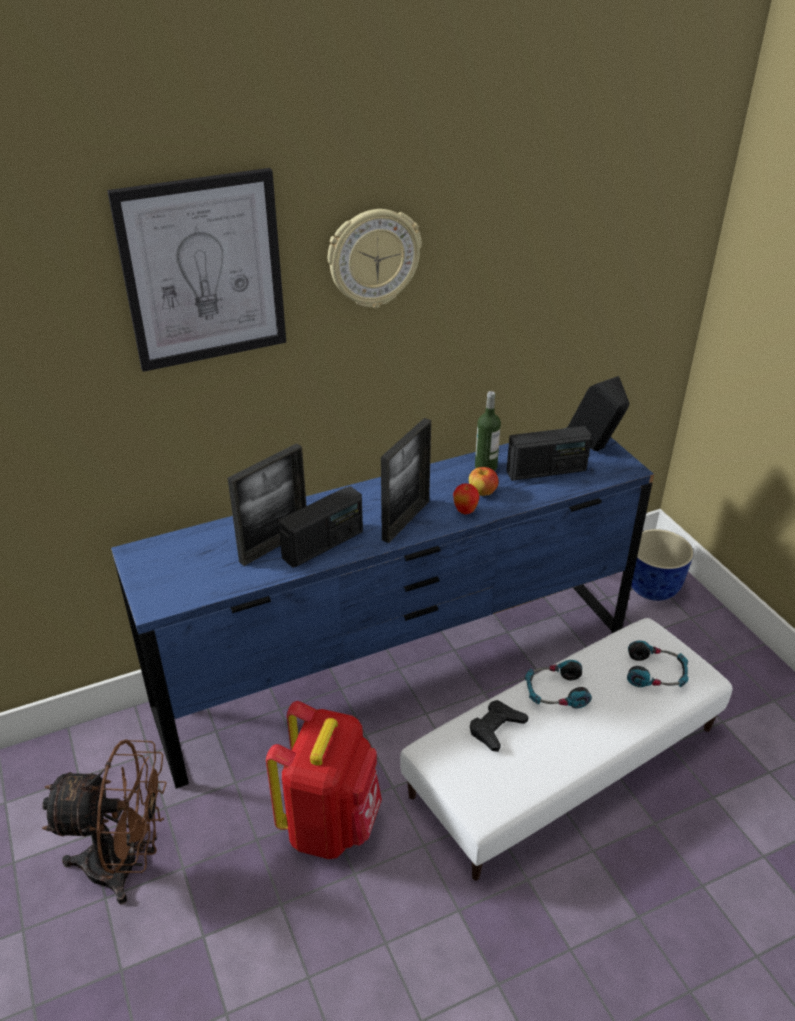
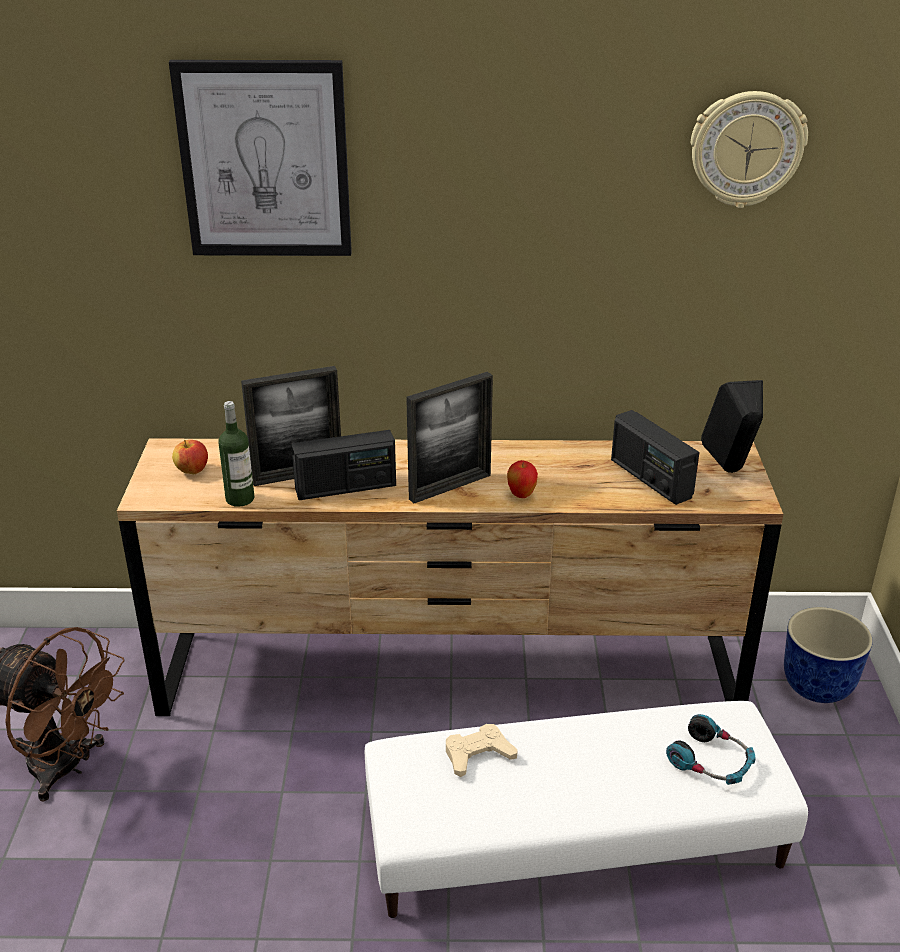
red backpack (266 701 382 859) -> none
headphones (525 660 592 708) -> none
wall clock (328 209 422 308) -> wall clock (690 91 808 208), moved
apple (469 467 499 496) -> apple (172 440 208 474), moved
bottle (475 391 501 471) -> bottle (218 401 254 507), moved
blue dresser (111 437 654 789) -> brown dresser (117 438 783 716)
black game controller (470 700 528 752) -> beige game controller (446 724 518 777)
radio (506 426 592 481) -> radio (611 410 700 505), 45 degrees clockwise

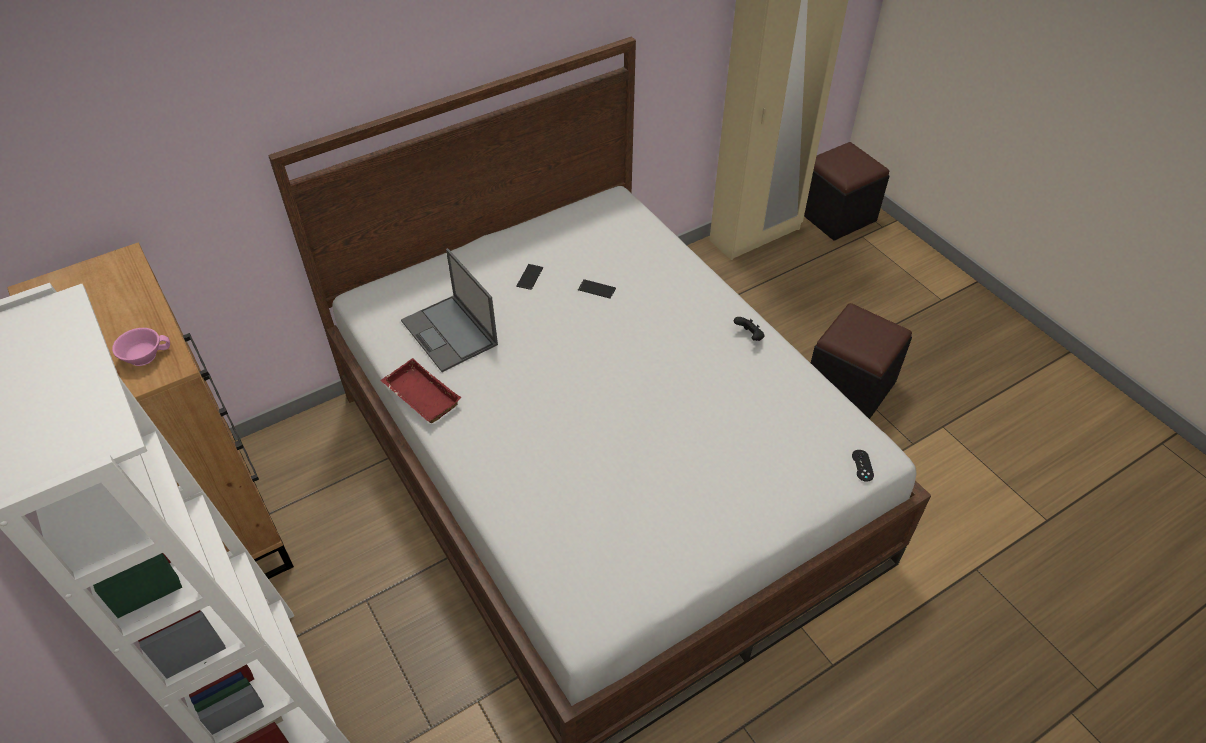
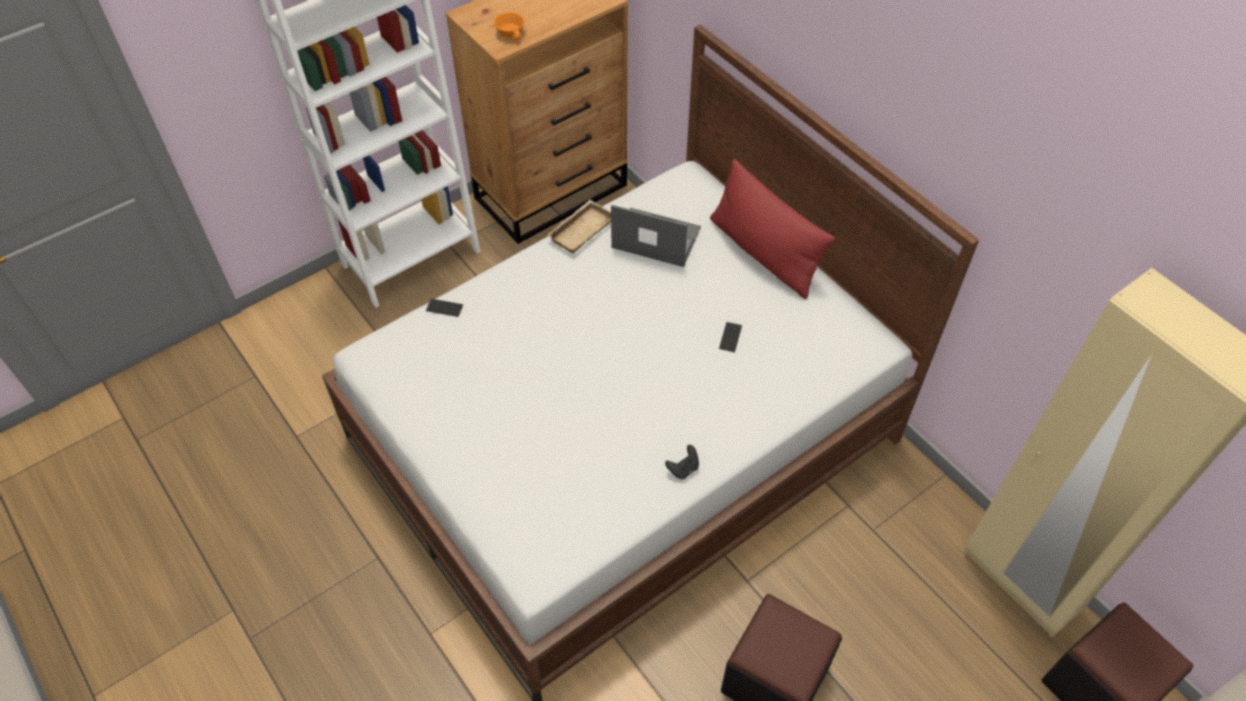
black game controller (852 450 874 482) -> none
none -> red pillow (710 159 835 299)
phone (516 264 543 290) -> phone (426 299 463 317), moved
pink cup (112 328 170 366) -> orange cup (494 12 525 41)
red tray (381 358 461 423) -> beige tray (547 200 611 253)
laptop (401 248 498 372) -> laptop (611 205 701 267), 60 degrees clockwise

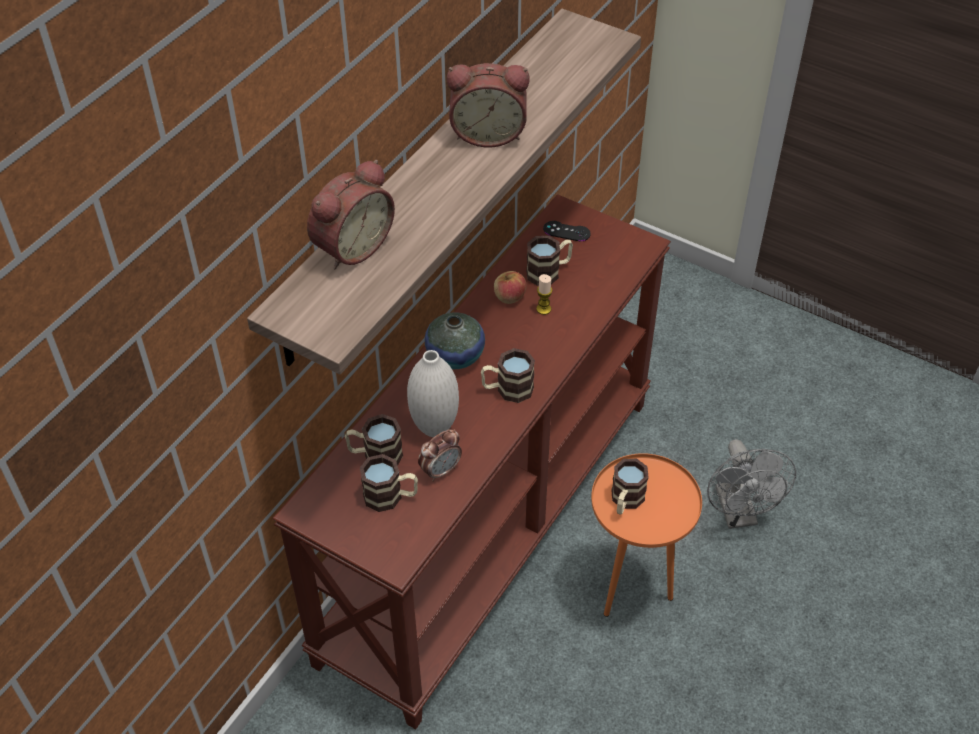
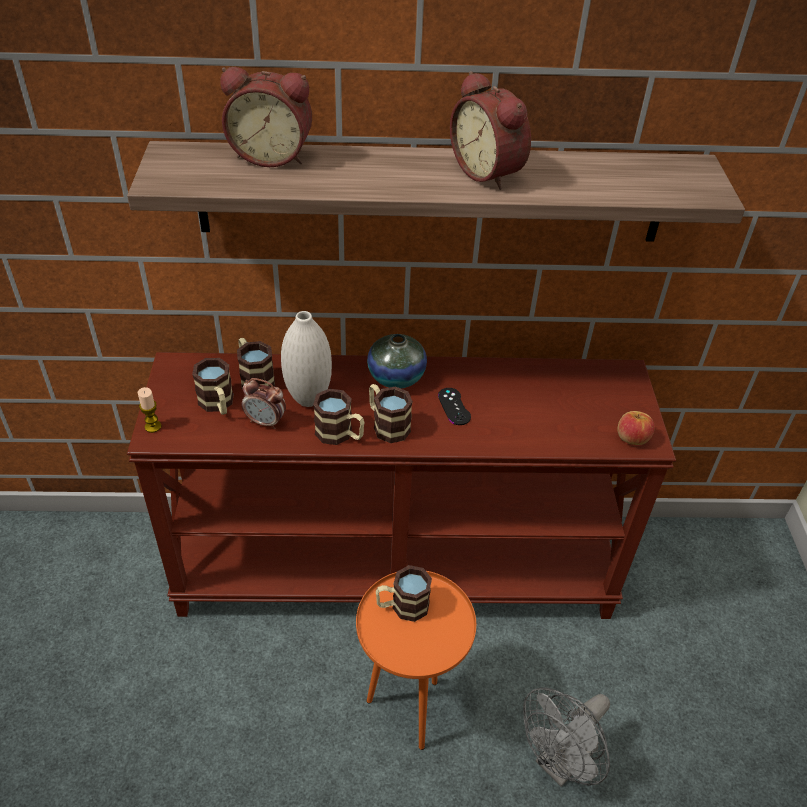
apple (494 271 527 304) -> apple (617 411 655 445), moved
mug (526 236 573 286) -> mug (313 389 365 445), moved
candle (536 274 552 315) -> candle (138 387 162 433), moved
black game controller (543 221 591 241) -> black game controller (438 388 471 425), moved

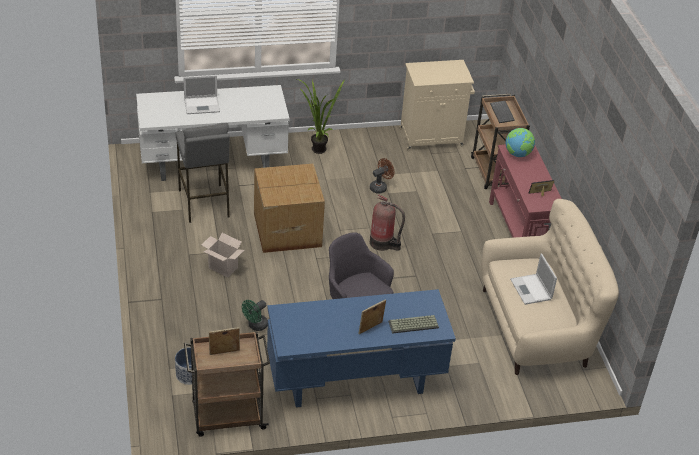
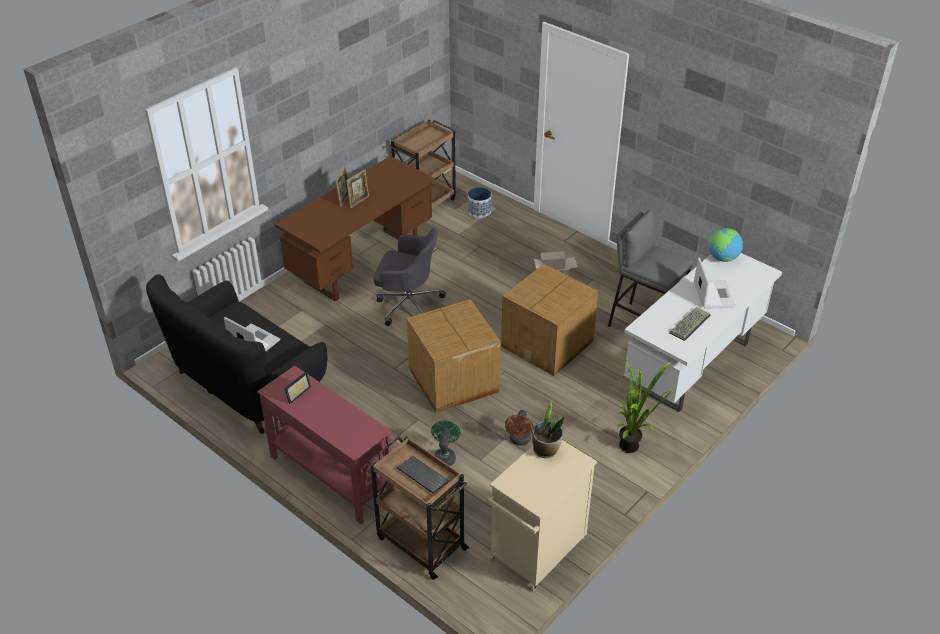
none -> potted plant (532 402 565 458)
picture frame (209 327 240 355) -> picture frame (346 169 369 208), moved
green fan (242 300 268 331) -> green fan (431 421 460 466), moved
keyboard (388 315 439 334) -> keyboard (669 307 711 341), moved
globe (506 128 535 157) -> globe (708 228 743 262), moved
fire extinguisher (370 194 405 251) -> cardboard box (407 299 501 413)
blue desk (267 289 456 408) -> brown desk (275 156 435 302)
beige sofa (481 199 619 375) -> black sofa (146 274 327 434)
laptop (183 75 220 114) -> laptop (694 258 736 309), 135 degrees clockwise

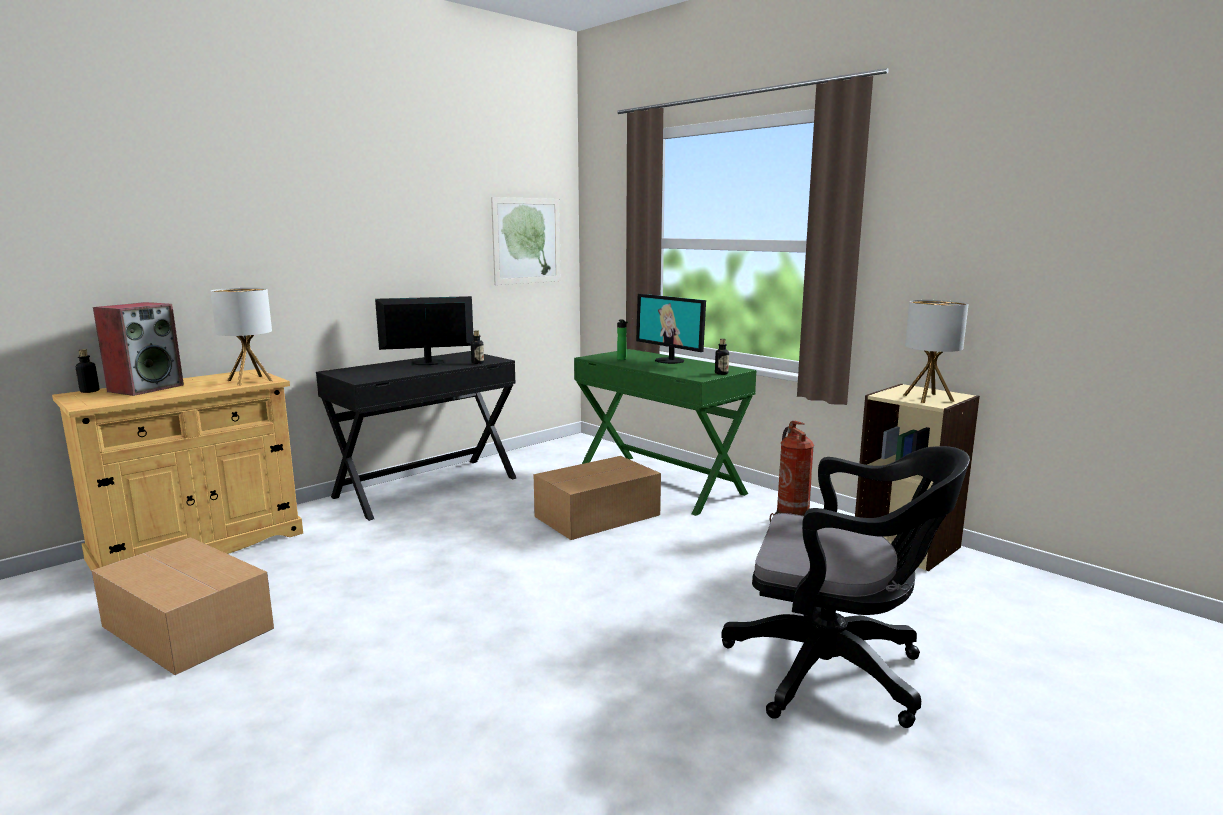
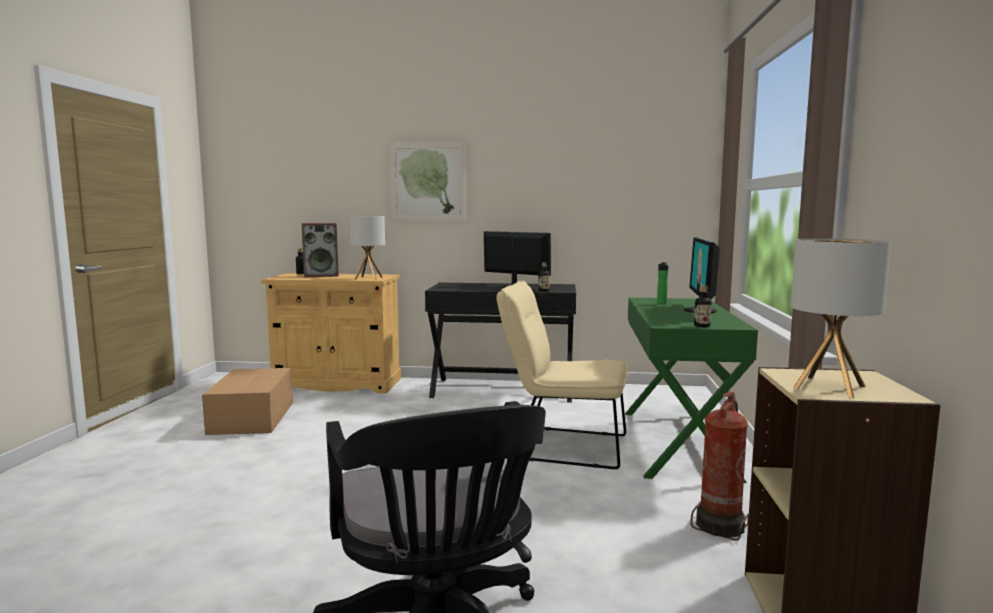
picture (491 197 561 285) -> picture (390 142 466 220), moved
cardboard box (533 456 661 540) -> beige chair (497 280 628 469)

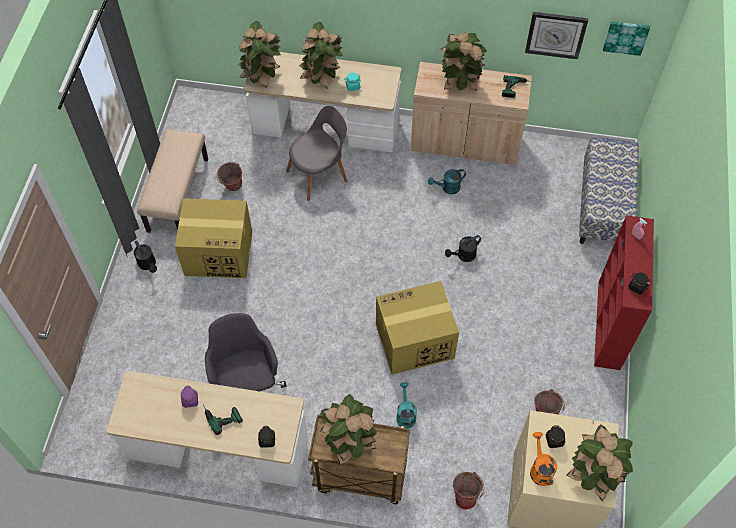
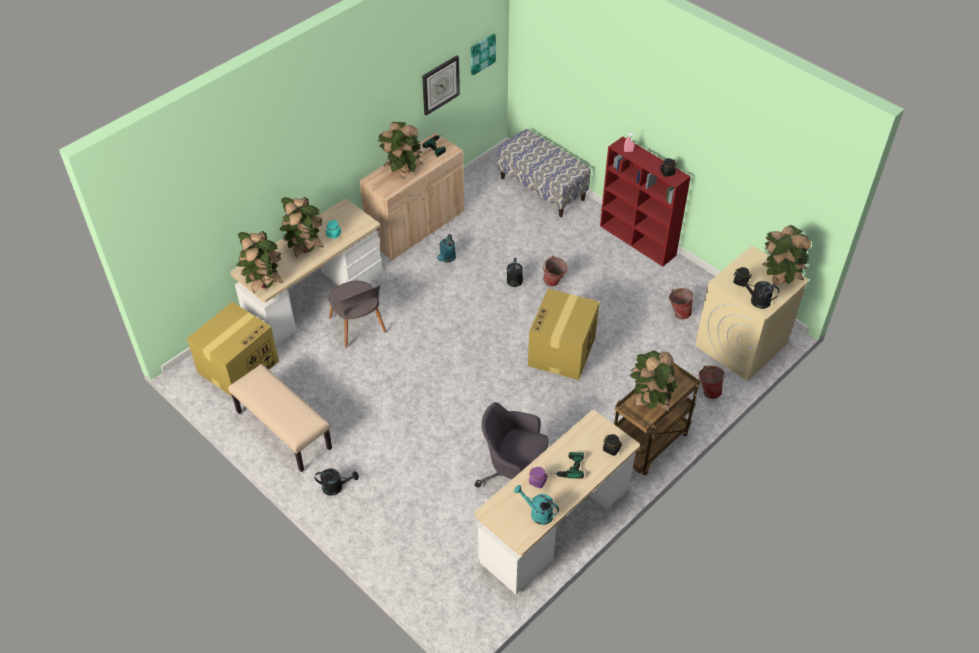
cardboard box (175 198 252 278) -> cardboard box (187 302 279 396), moved
bucket (216 162 242 191) -> bucket (543 256 568 286), moved
turquoise watering can (396 382 417 429) -> turquoise watering can (514 485 559 525), moved
orange watering can (530 432 557 486) -> black watering can (737 275 779 309)
grey chair (286 106 347 201) -> grey chair (329 281 387 348), 150 degrees clockwise

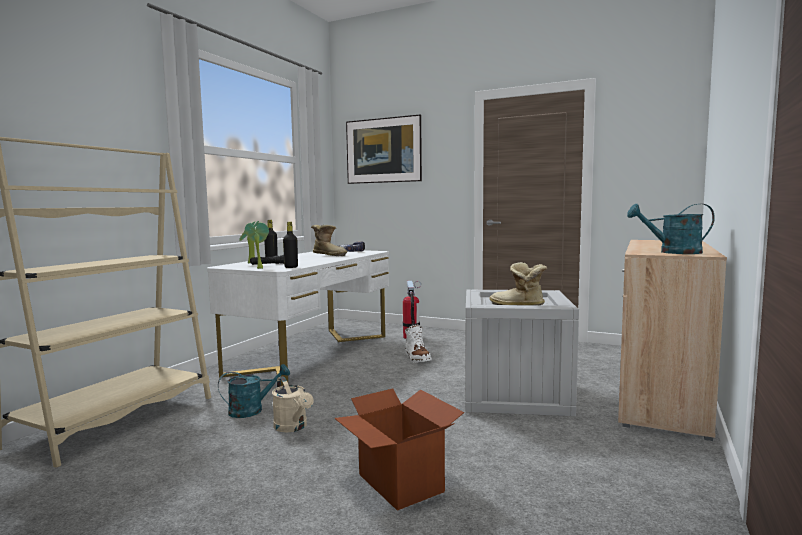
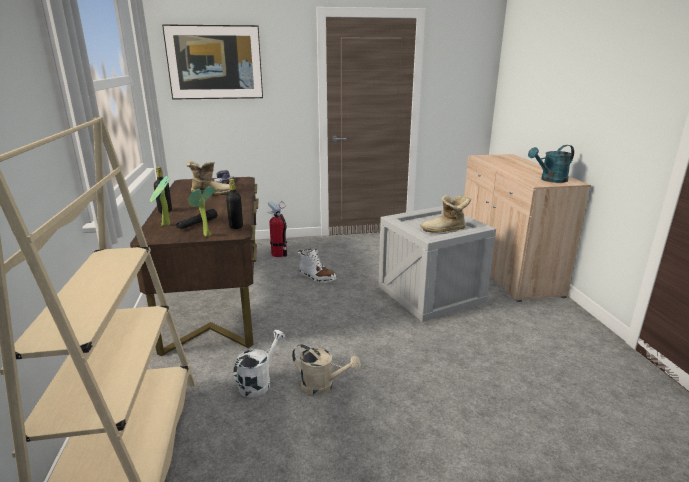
cardboard box (334 388 464 511) -> none
white desk (207 250 389 386) -> brown desk (130 177 259 356)
turquoise watering can (218 364 290 418) -> white watering can (233 330 285 398)

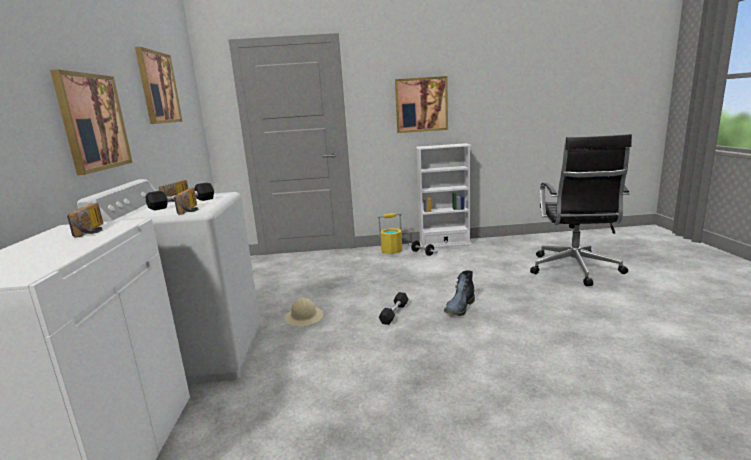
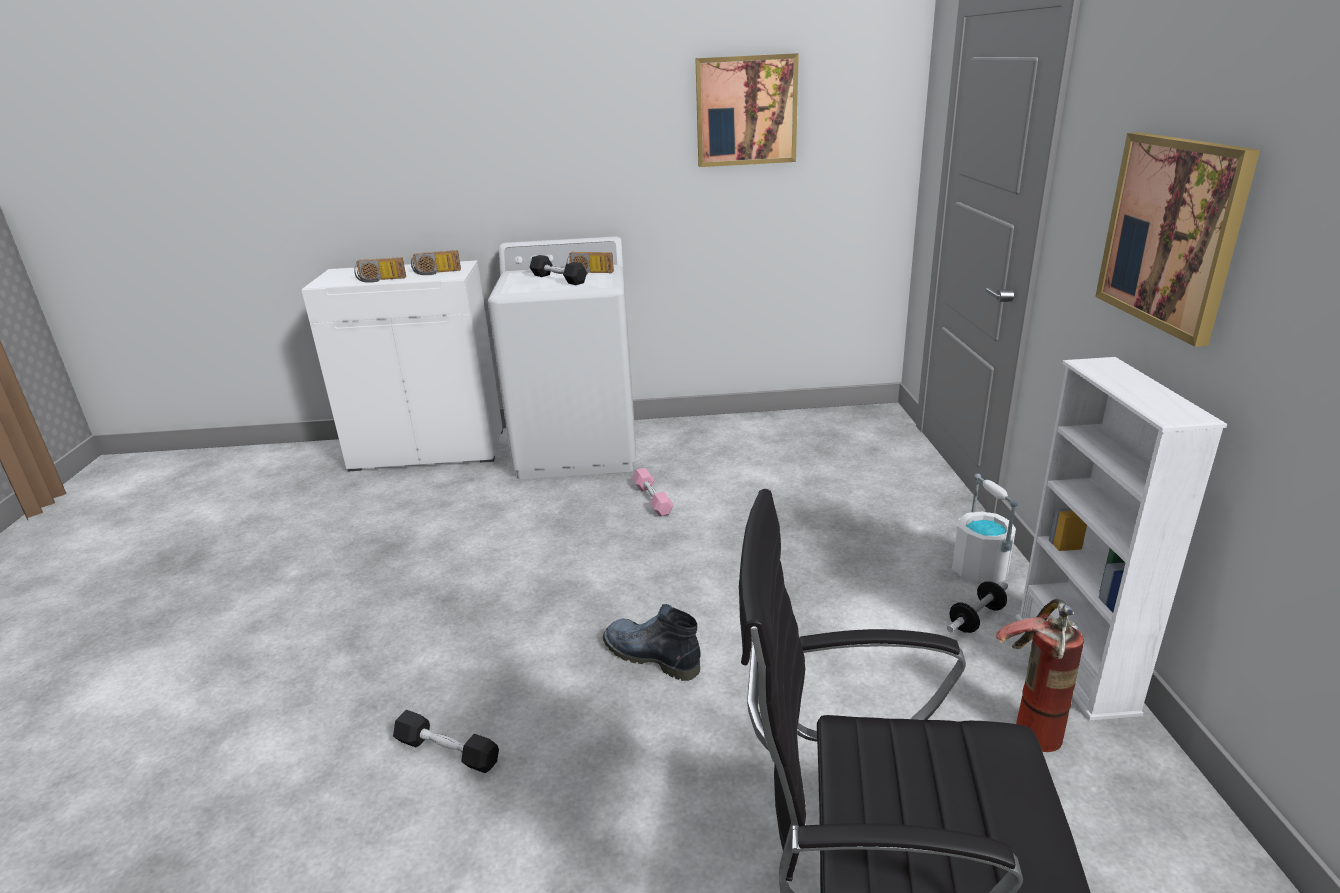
picture (50 69 133 175) -> none
none -> fire extinguisher (996 599 1084 752)
radio (174 188 198 215) -> radio (354 257 406 283), moved
black dumbbell (379 292 408 325) -> black dumbbell (393 710 499 773), moved
beige hard hat (285 298 323 326) -> pink dumbbell (632 468 674 517)
yellow bucket (378 213 403 254) -> white bucket (952 473 1018 584)

